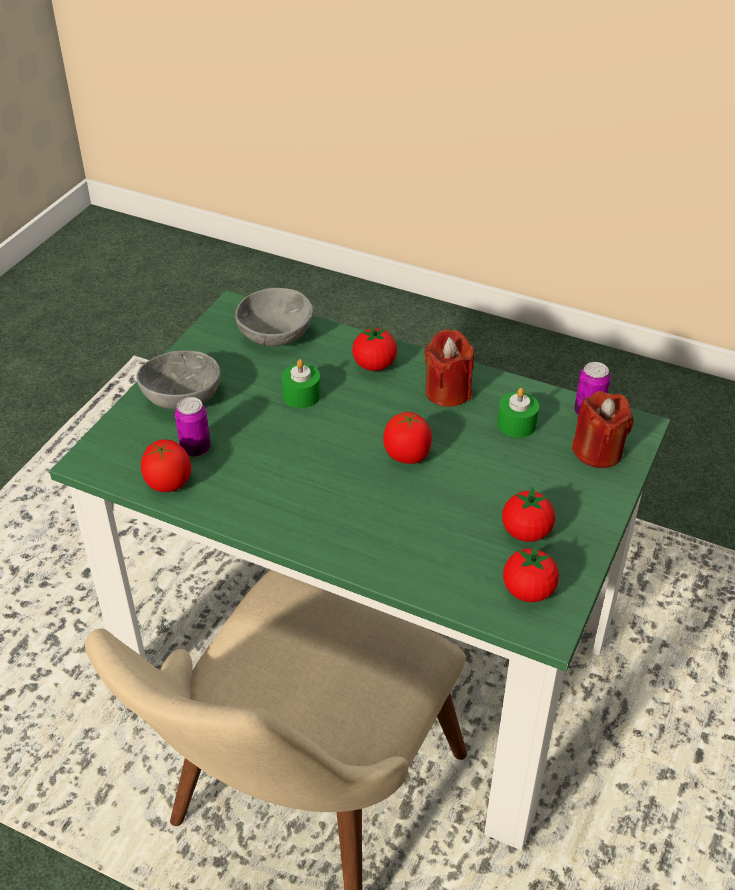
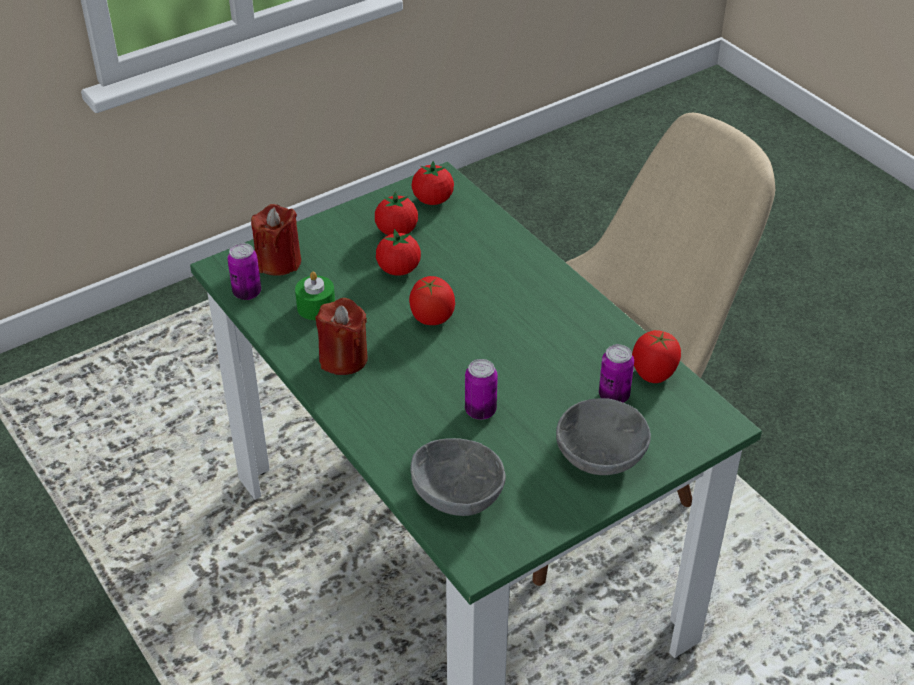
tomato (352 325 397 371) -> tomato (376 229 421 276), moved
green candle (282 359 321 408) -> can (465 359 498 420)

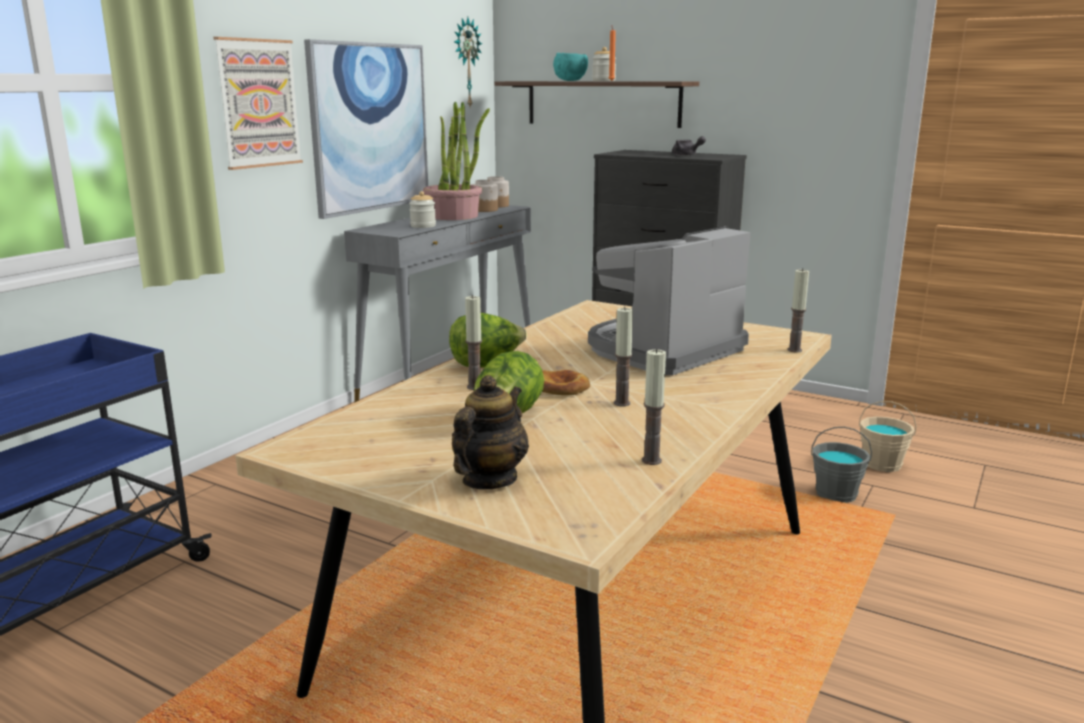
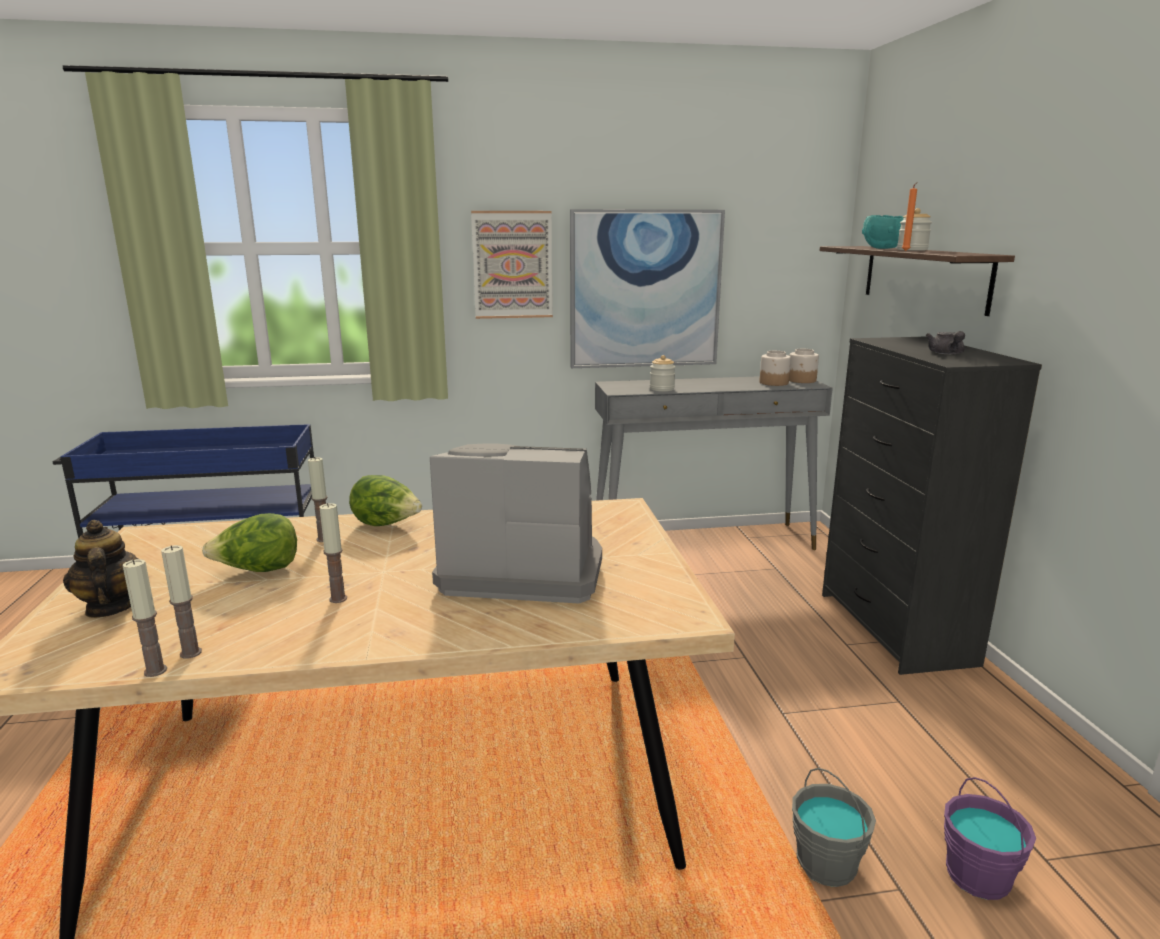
potted plant (423 102 490 220) -> none
wall clock (454 17 482 106) -> none
bread (542 370 590 395) -> none
candle (787 269 809 352) -> candle (123 559 167 677), moved
beige bucket (859 401 916 472) -> purple bucket (944 777 1036 900)
teapot (452 375 529 489) -> teapot (63 520 139 618), 105 degrees counterclockwise

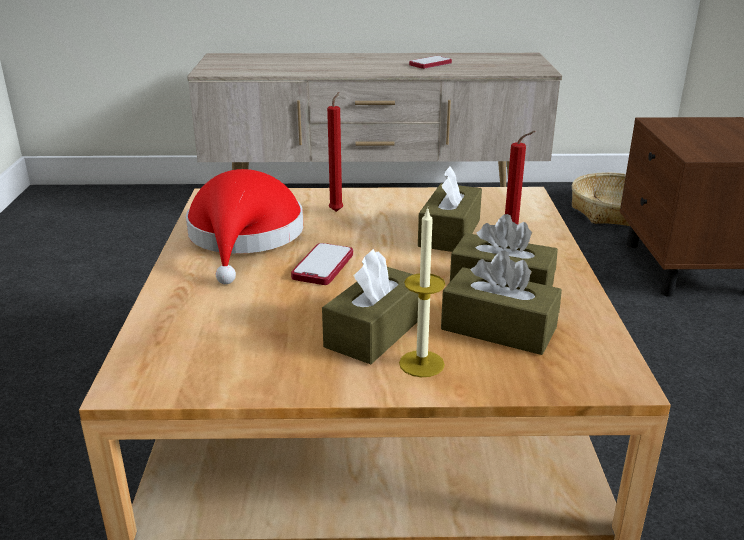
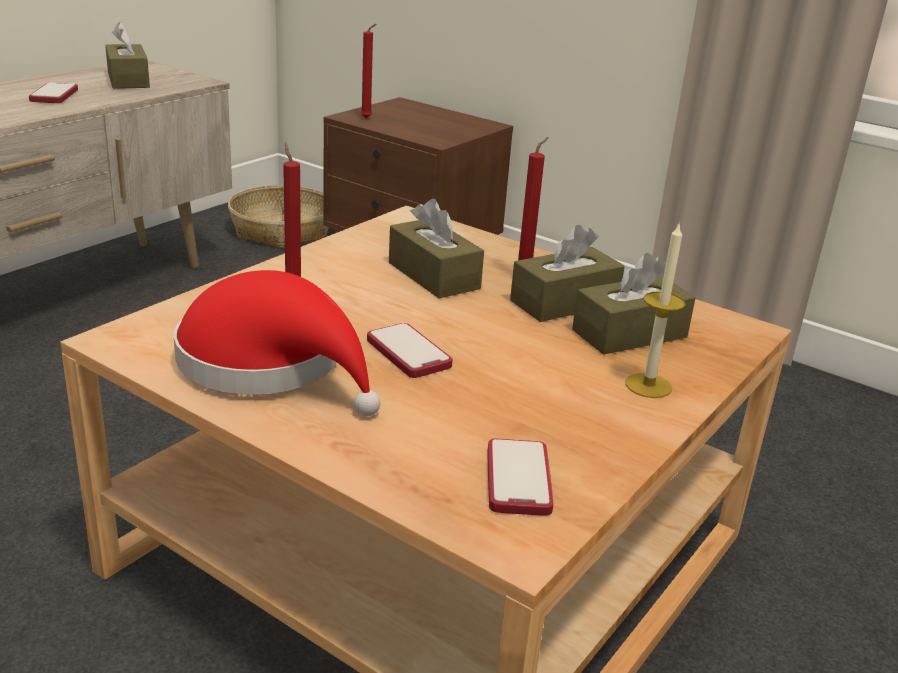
none -> red candle (361 24 376 118)
none -> phone (488 439 553 516)
brown tissue box (322 249 418 364) -> brown tissue box (105 22 150 89), moved

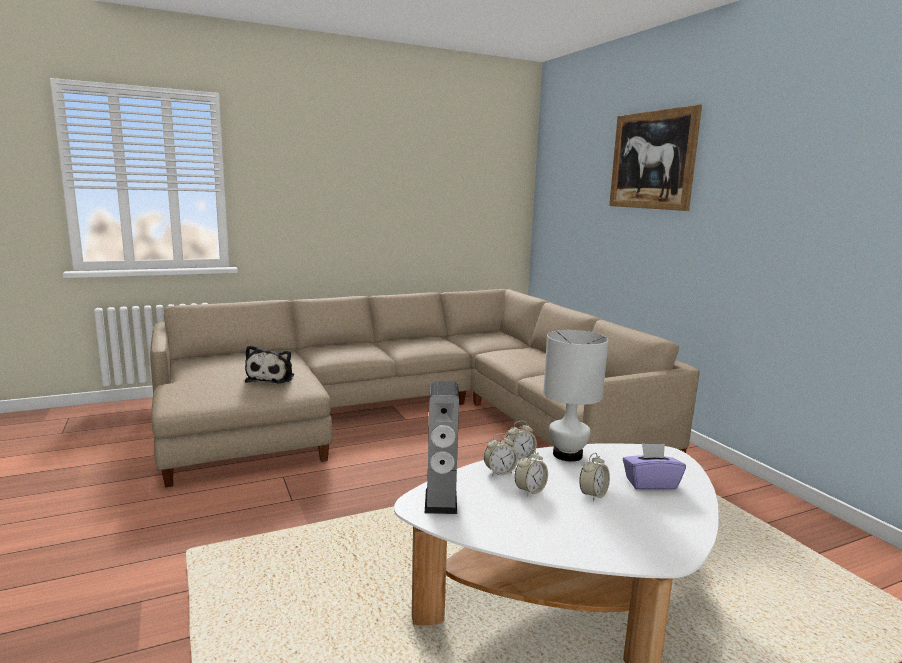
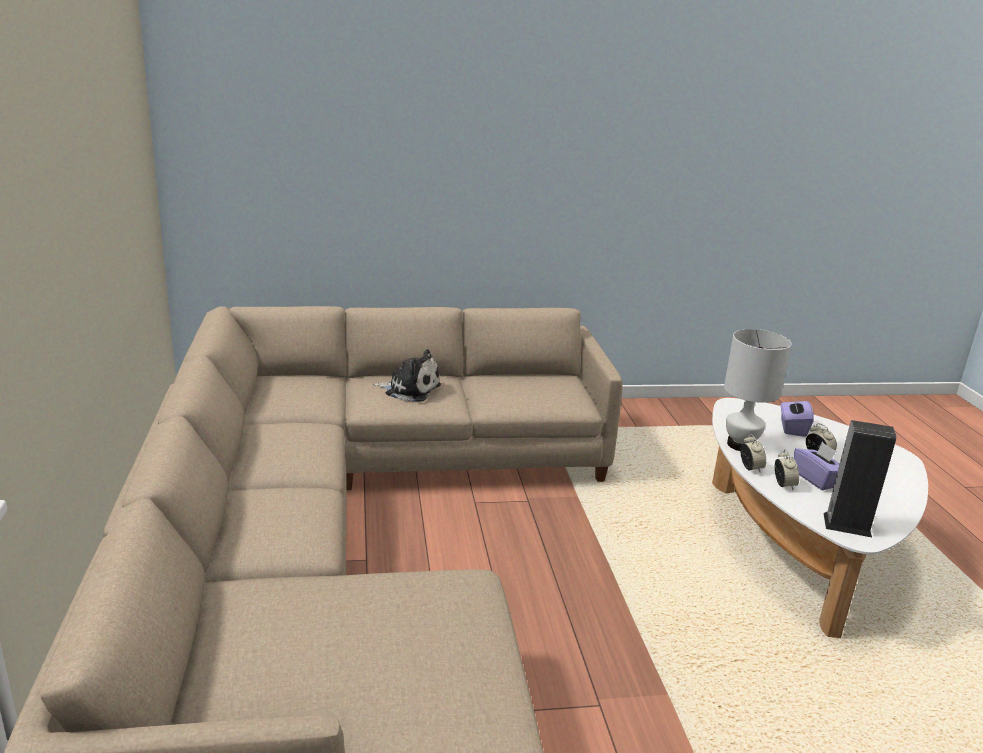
picture (609 104 702 211) -> none
plush toy (245 345 294 384) -> plush toy (373 349 441 402), moved
alarm clock (515 449 548 497) -> purple tissue box (794 442 840 490)

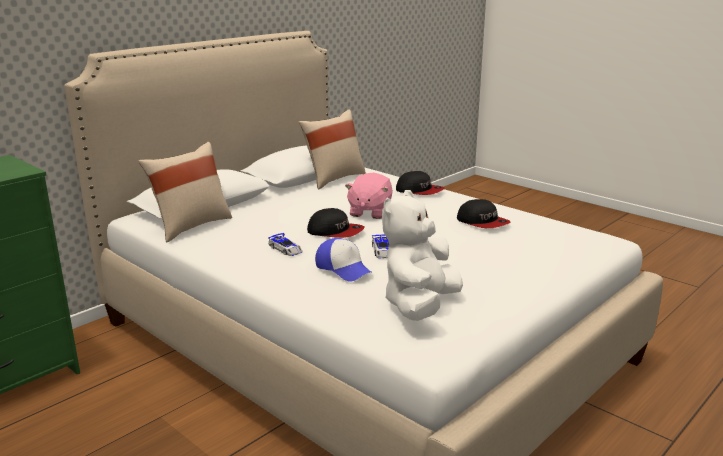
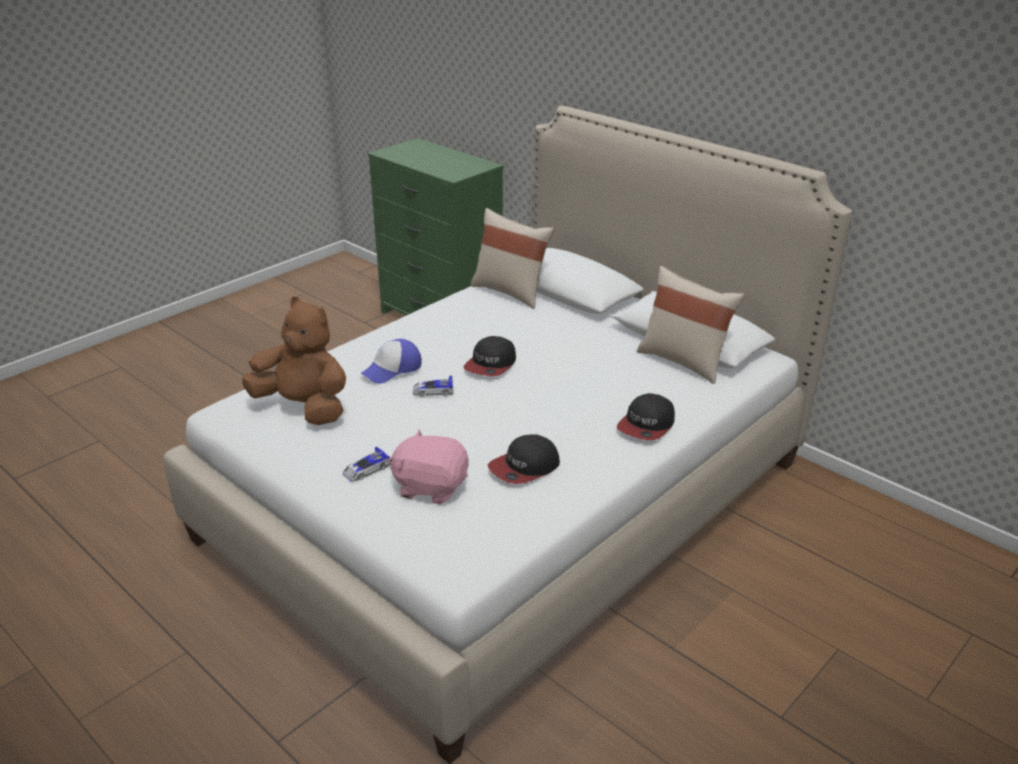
toy car (268 233 303 256) -> toy car (343 447 391 482), moved
pink plush toy (345 173 393 219) -> pink plush toy (388 429 469 504), moved
white plush toy (382 190 463 321) -> brown plush toy (242 297 346 425)

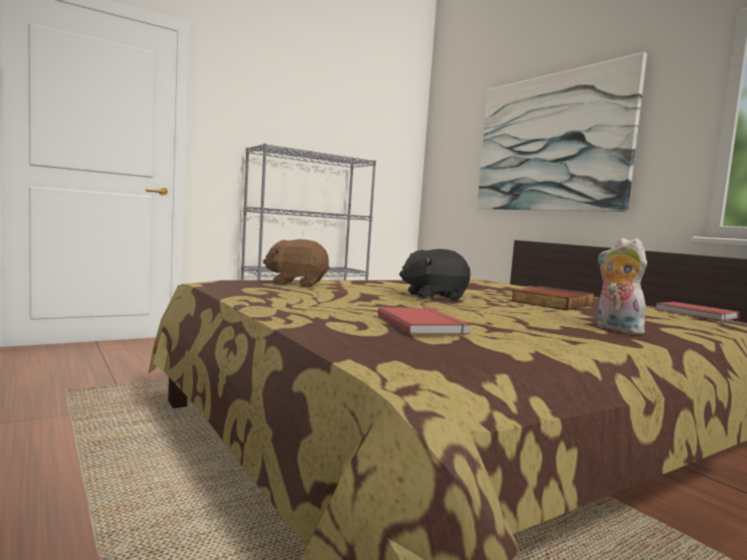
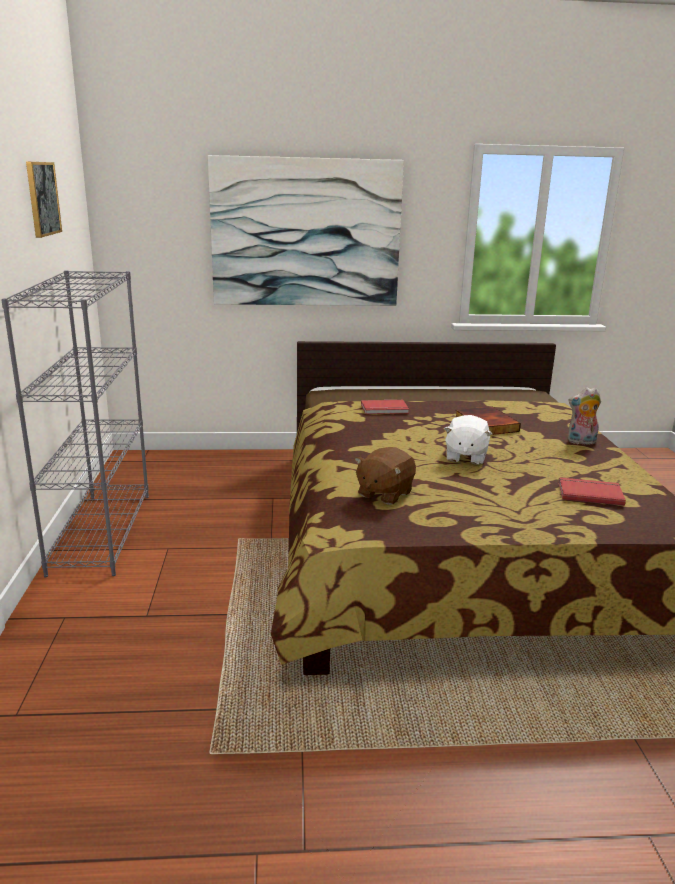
none -> picture (26 162 62 238)
red book (655 302 739 321) -> red book (361 400 409 414), moved
black plush toy (399 249 470 300) -> white plush toy (444 415 492 465)

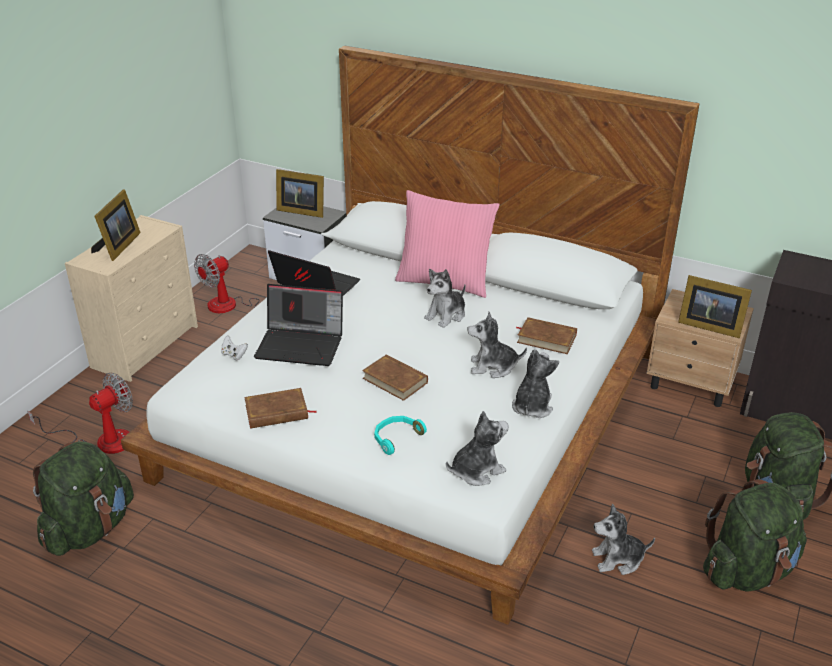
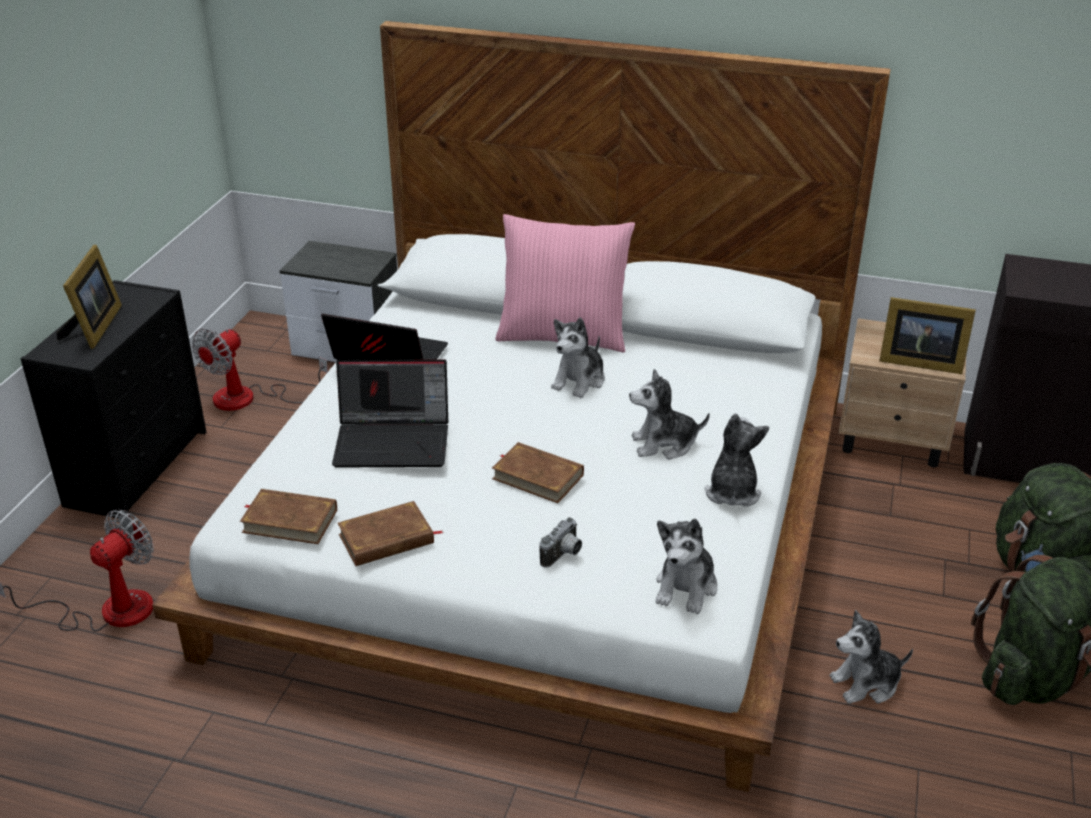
green backpack (33 441 134 556) -> none
white game controller (221 335 248 360) -> none
picture frame (276 169 324 218) -> none
brown book (516 317 577 354) -> brown book (240 489 337 544), moved
turquoise headphones (374 416 427 455) -> photo camera (539 517 582 568)
beige dresser (65 215 198 382) -> black dresser (20 280 207 519)
plush toy (446 411 509 486) -> plush toy (656 519 718 614), 150 degrees clockwise

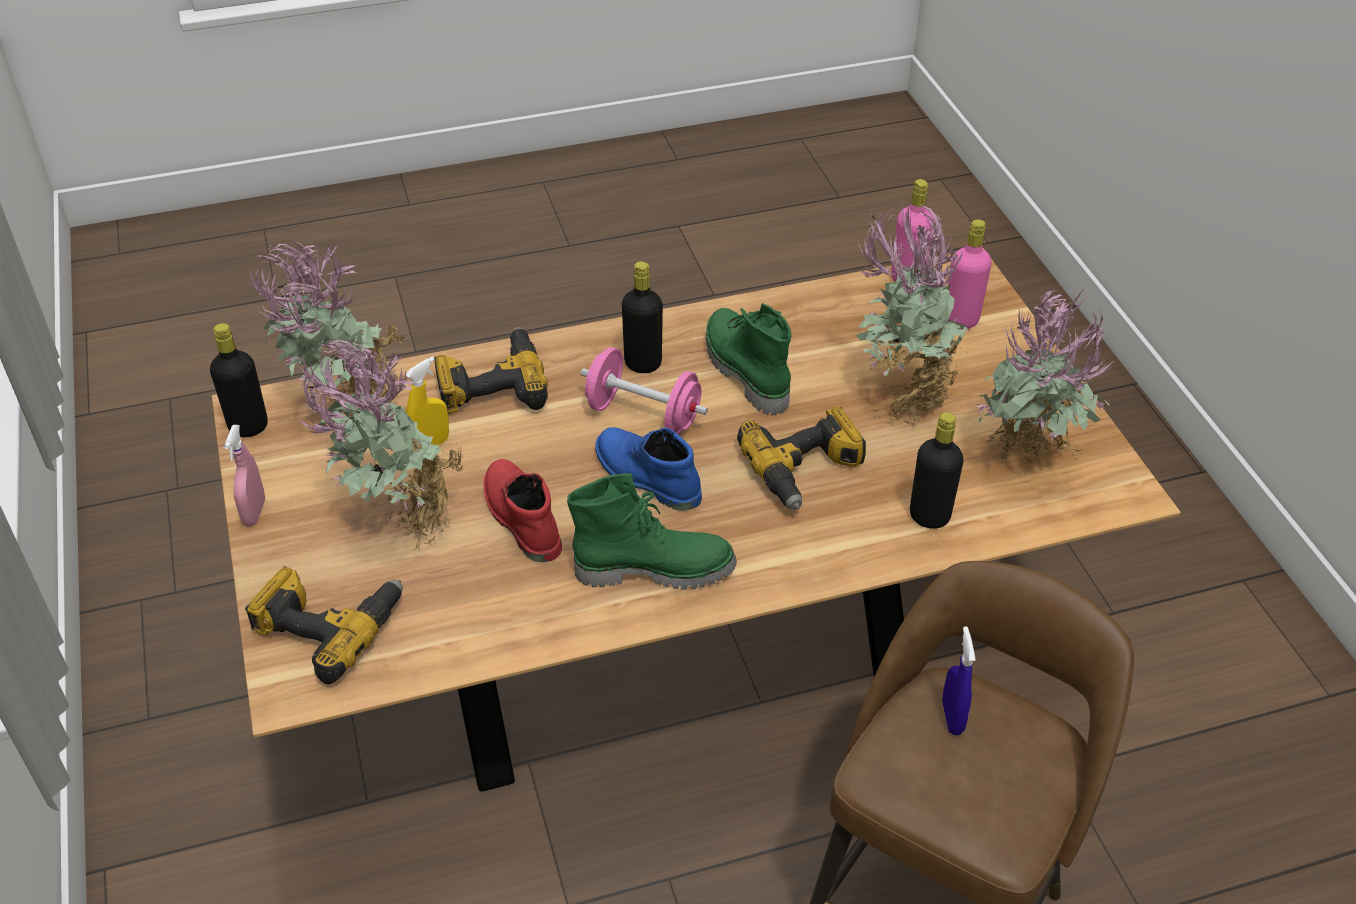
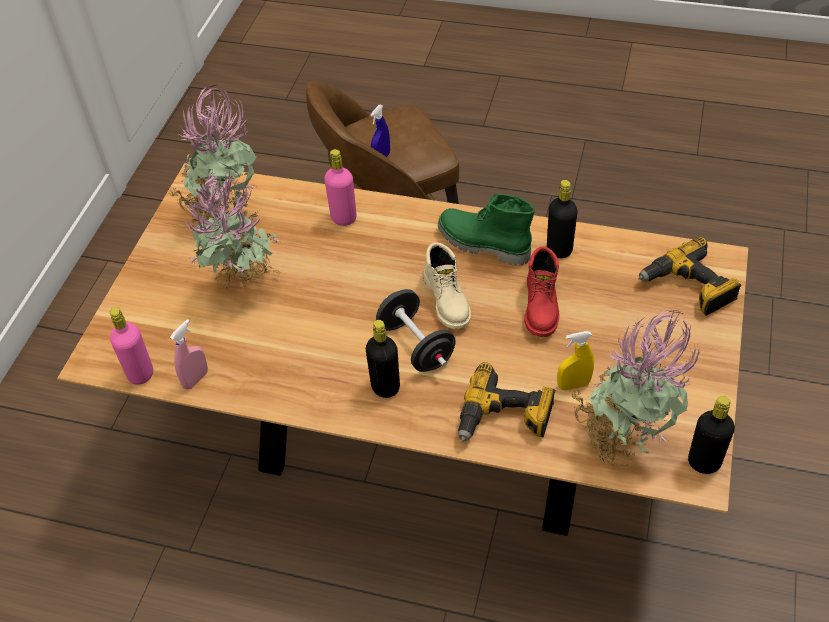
potted plant (299 338 463 550) -> none
green boot (706 303 792 415) -> none
power drill (737 406 866 510) -> none
pink spray bottle (224 425 265 526) -> pink spray bottle (170 319 208 389), moved
black bottle (910 412 964 529) -> black bottle (547 180 578 258), moved
pink bottle (947 219 992 329) -> pink bottle (324 149 357 226), moved
pink dumbbell (581 347 708 435) -> black dumbbell (376 289 456 372)
blue boot (595 427 702 511) -> beige boot (423 243 471 329)

